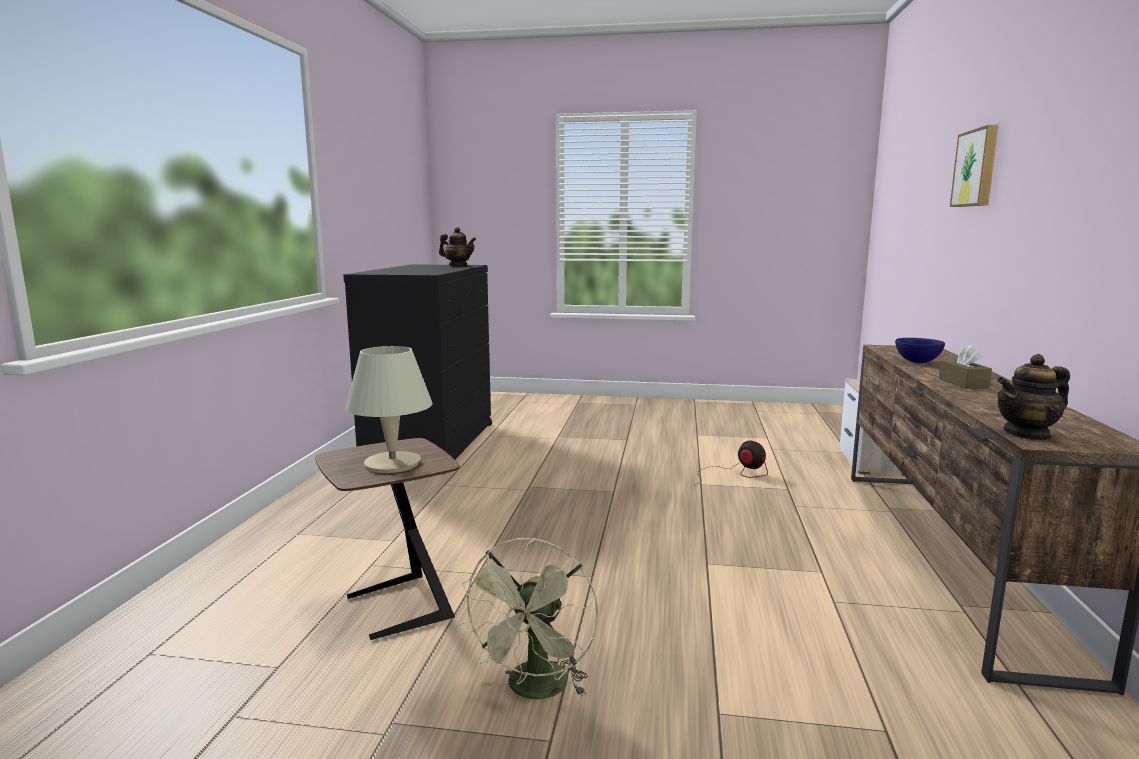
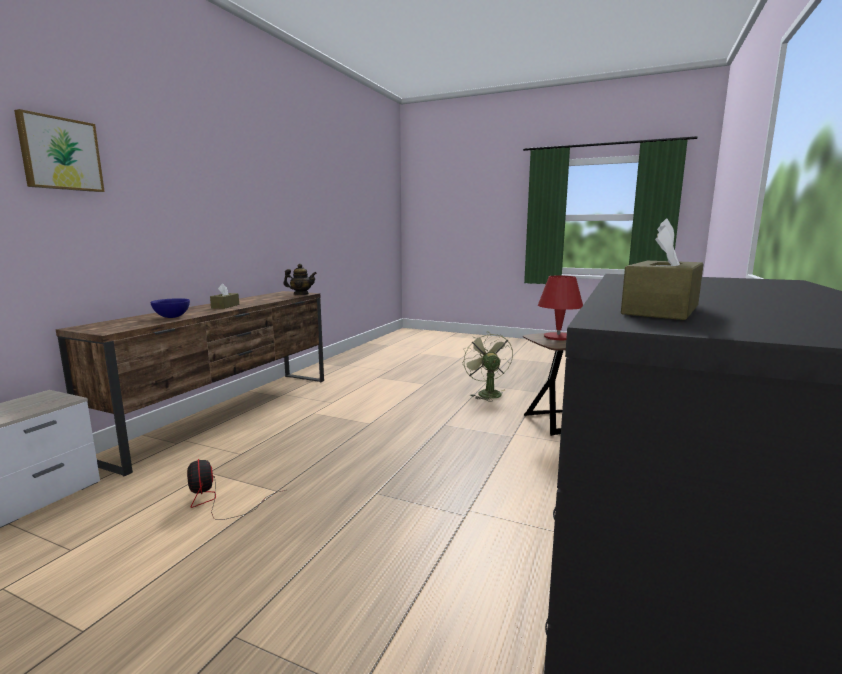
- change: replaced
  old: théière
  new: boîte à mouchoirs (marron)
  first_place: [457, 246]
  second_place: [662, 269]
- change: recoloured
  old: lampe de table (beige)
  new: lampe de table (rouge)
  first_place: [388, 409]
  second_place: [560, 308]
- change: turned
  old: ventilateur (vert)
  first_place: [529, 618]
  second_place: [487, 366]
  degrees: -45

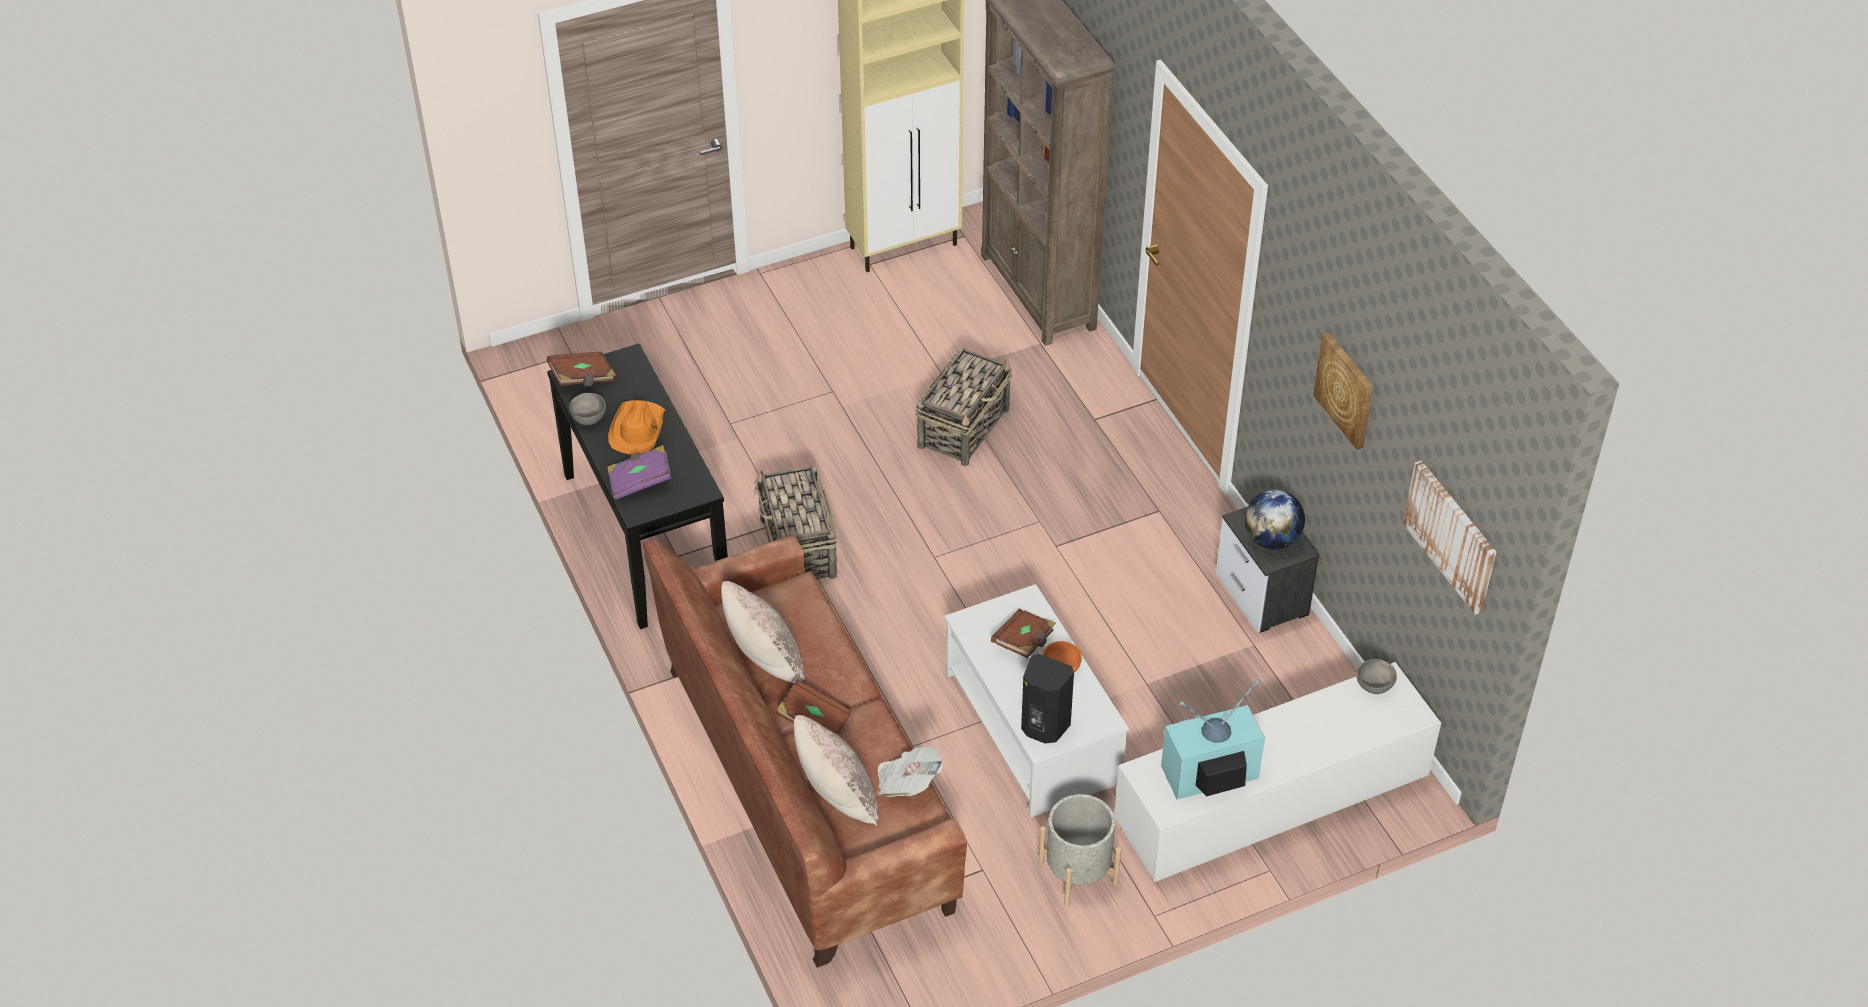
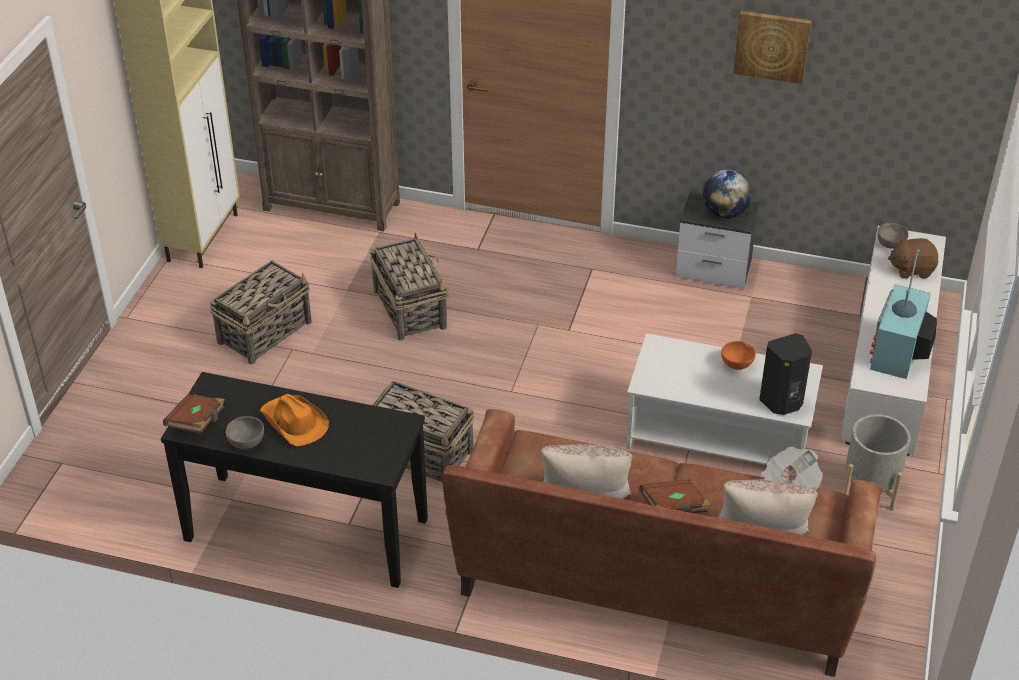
- change: removed
  old: livre (violet)
  first_place: [639, 472]
- change: removed
  old: tableau
  first_place: [1450, 537]
- change: removed
  old: livre (marron)
  first_place: [1023, 633]
- change: added
  new: peluche (marron)
  second_place: [913, 257]
- change: added
  new: panier
  second_place: [261, 312]

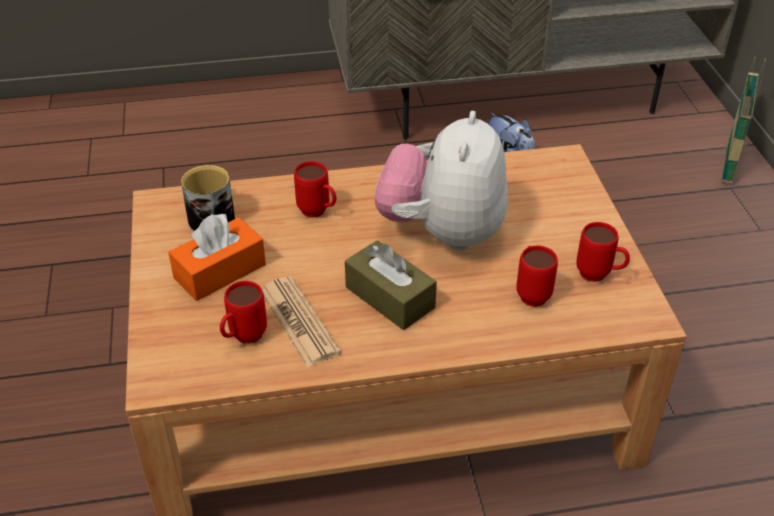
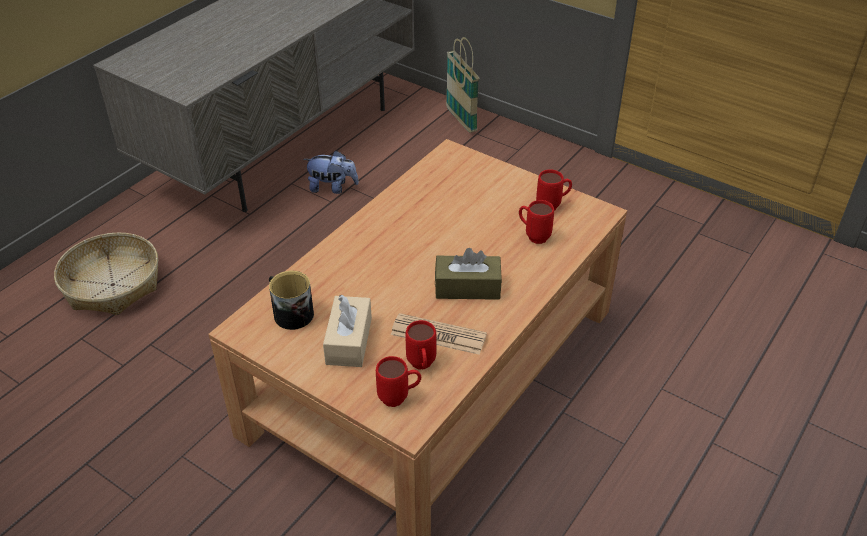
- change: removed
  old: peluche
  first_place: [441, 180]
- change: moved
  old: mug (rouge)
  first_place: [315, 189]
  second_place: [398, 381]
- change: recoloured
  old: boîte à mouchoirs (orange)
  new: boîte à mouchoirs (beige)
  first_place: [217, 257]
  second_place: [347, 331]
- change: added
  new: panier
  second_place: [106, 274]

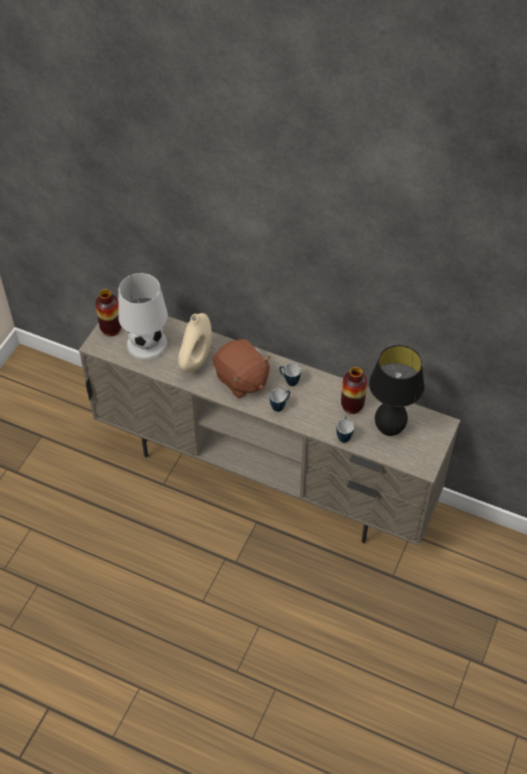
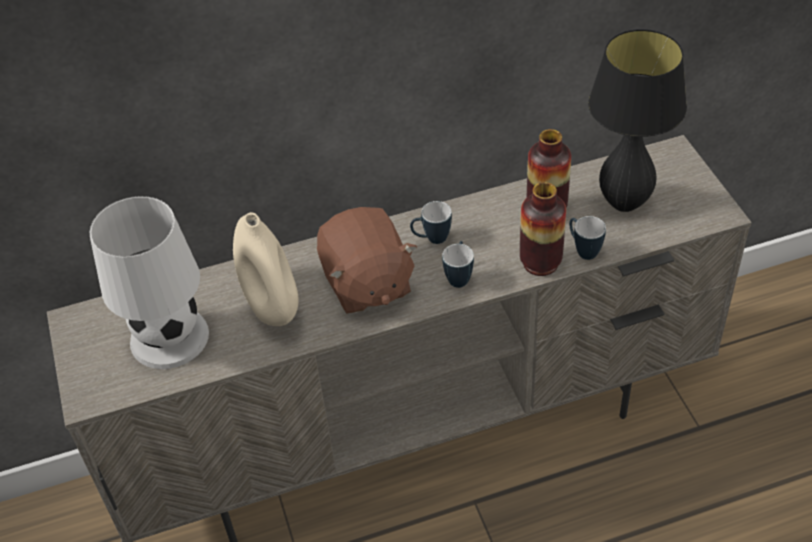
- change: moved
  old: vase
  first_place: [108, 312]
  second_place: [543, 229]
- change: turned
  old: peluche (marron)
  first_place: [242, 368]
  second_place: [367, 260]
  degrees: 60

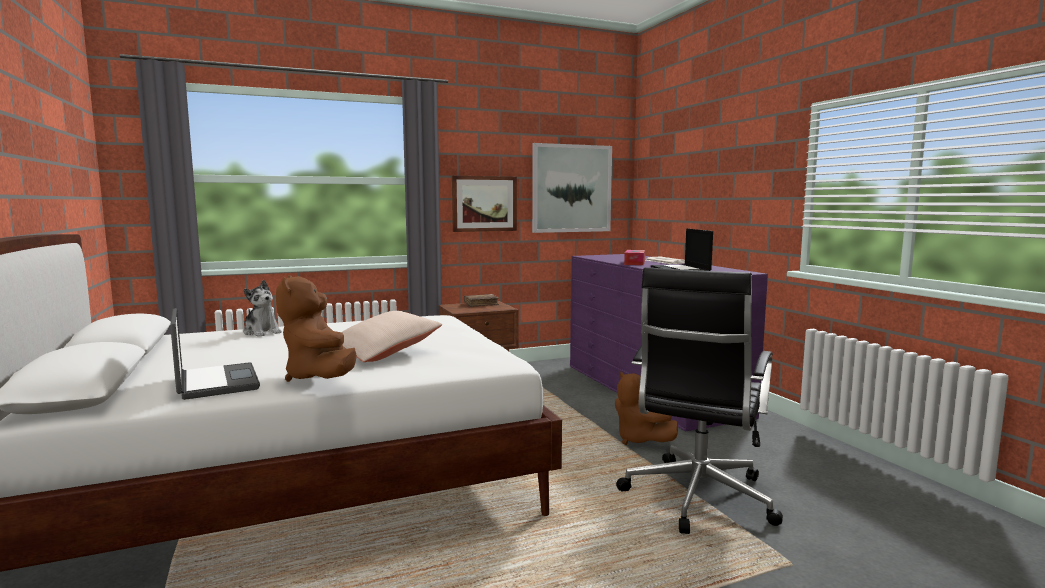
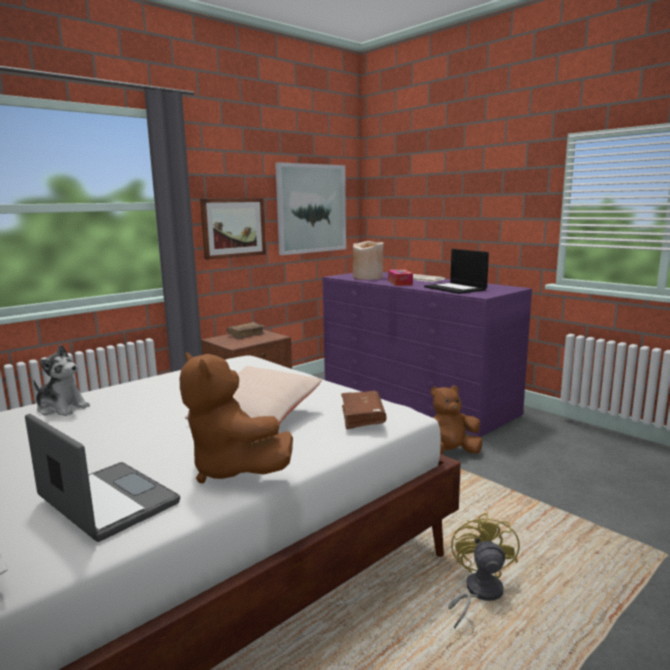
- change: removed
  old: chaise de bureau (noir)
  first_place: [699, 400]
- change: turned
  old: peluche (marron)
  first_place: [646, 408]
  second_place: [456, 420]
  degrees: 120
- change: added
  new: vase (beige)
  second_place: [368, 260]
- change: added
  new: livre (marron)
  second_place: [363, 410]
- change: added
  new: ventilateur (jaune)
  second_place: [484, 571]

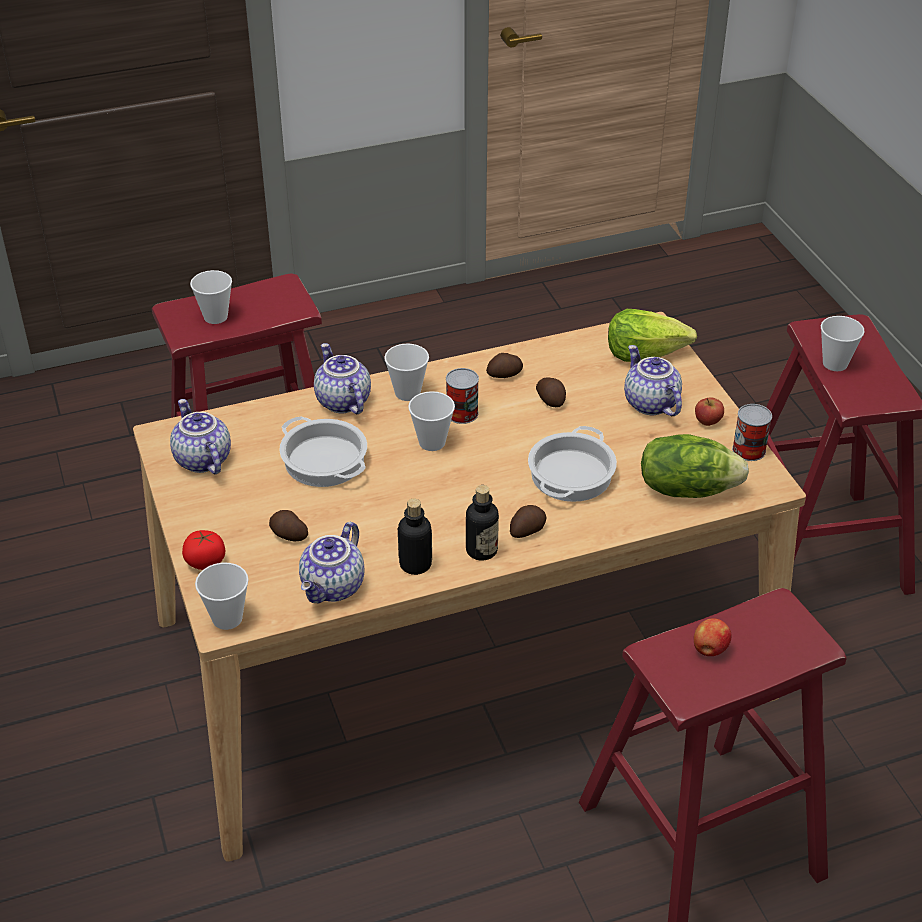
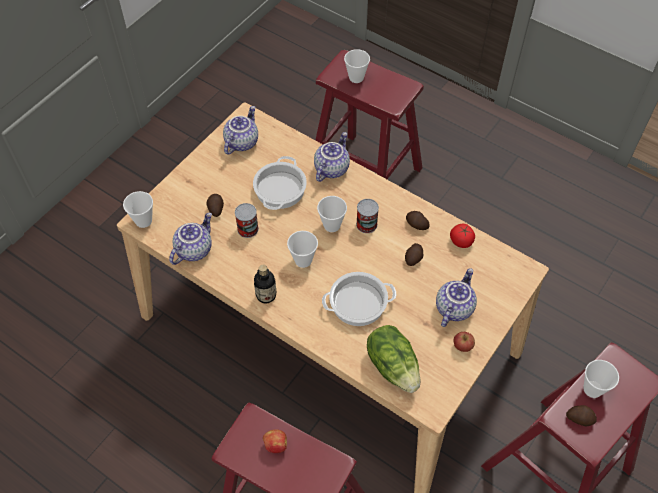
- change: removed
  old: laitue
  first_place: [652, 335]
- change: moved
  old: tasse
  first_place: [406, 372]
  second_place: [302, 249]
- change: moved
  old: boîte métallique
  first_place: [752, 432]
  second_place: [247, 220]
- change: removed
  old: bouteille
  first_place: [415, 537]
- change: moved
  old: pomme de terre
  first_place: [528, 521]
  second_place: [581, 415]
- change: turned
  old: théière
  first_place: [331, 562]
  second_place: [190, 239]
  degrees: 135
- change: moved
  old: tomate
  first_place: [203, 550]
  second_place: [462, 236]

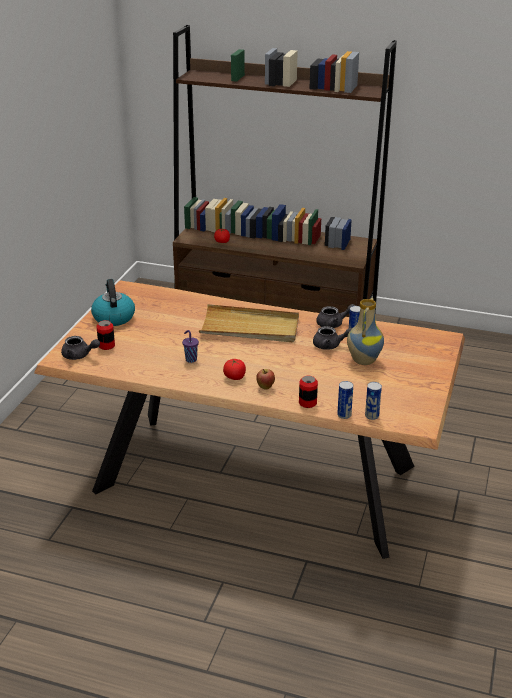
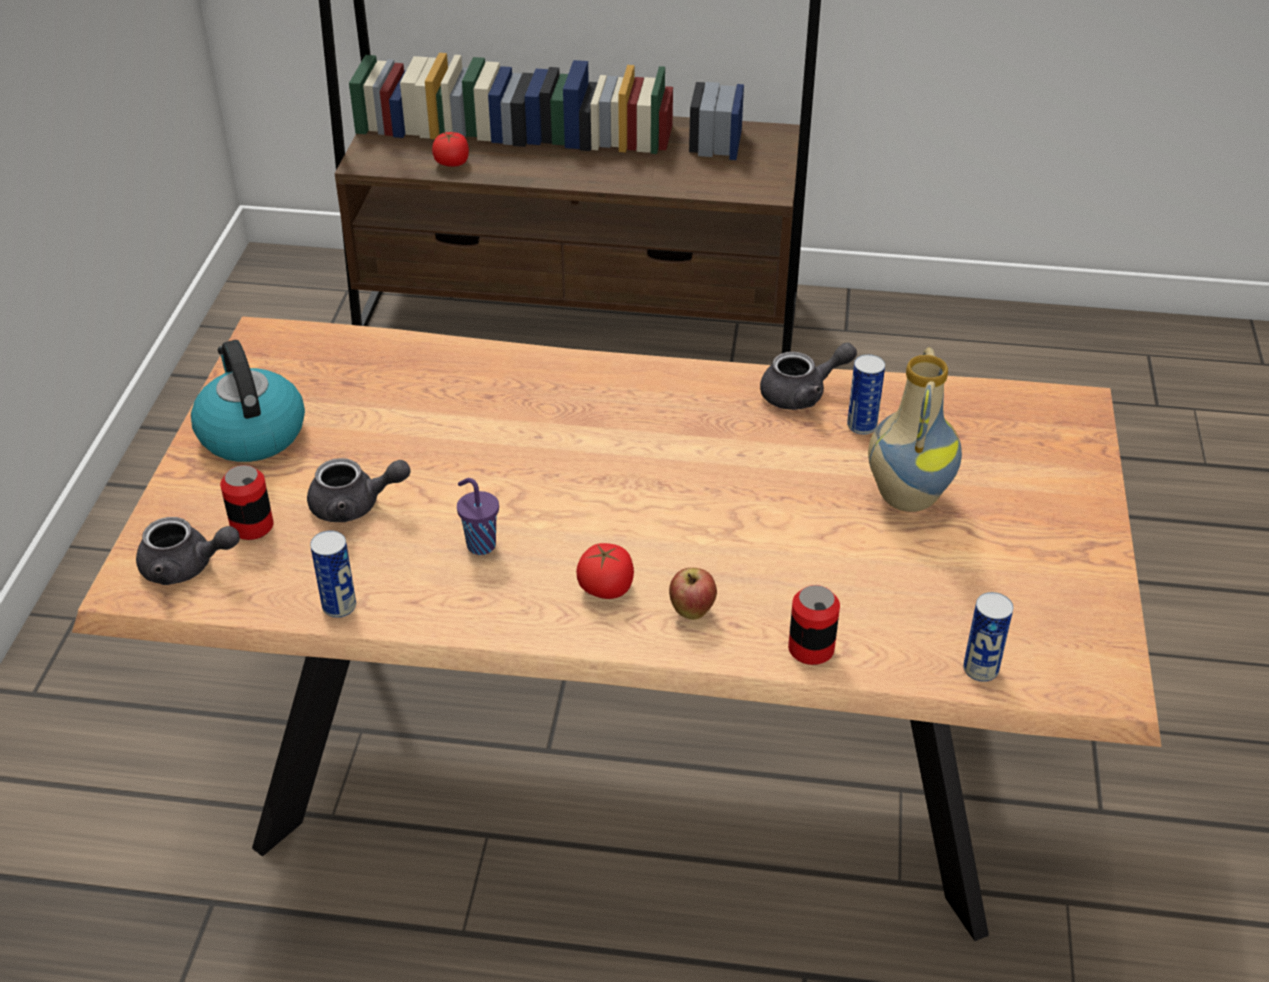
- change: removed
  old: plateau (beige)
  first_place: [249, 323]
- change: moved
  old: théière (gris)
  first_place: [332, 338]
  second_place: [359, 490]
- change: moved
  old: boîte métallique
  first_place: [345, 400]
  second_place: [333, 574]

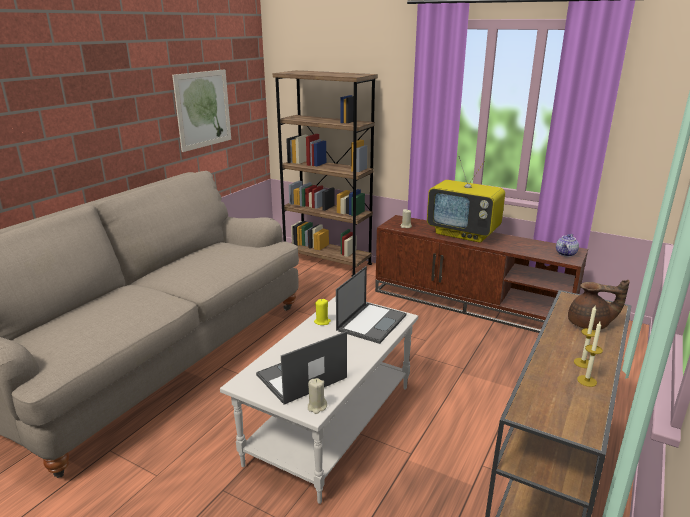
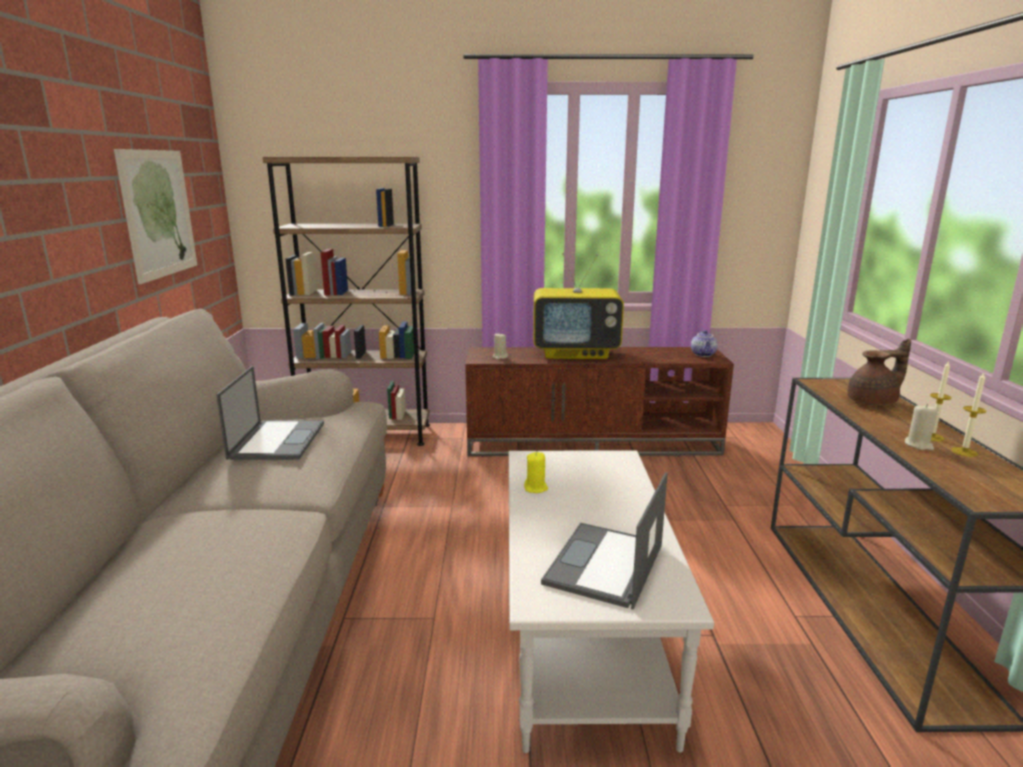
- change: moved
  old: ordinateur portable
  first_place: [371, 305]
  second_place: [270, 413]
- change: moved
  old: bougie (beige)
  first_place: [317, 396]
  second_place: [921, 427]

